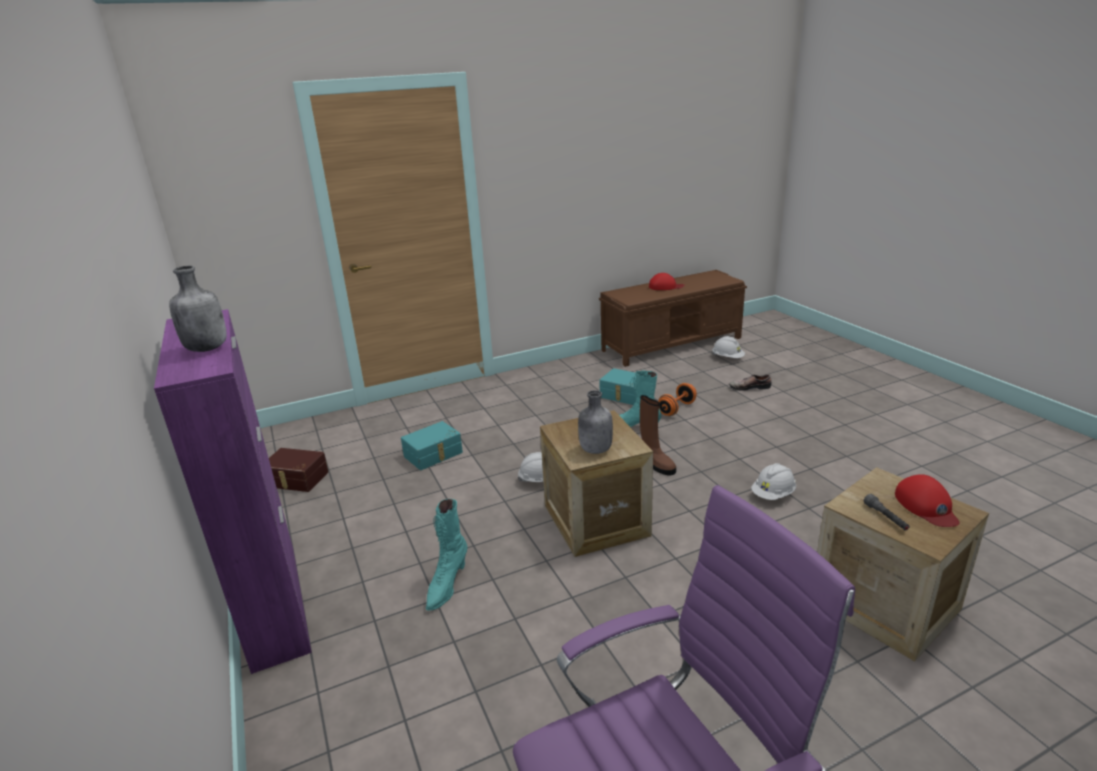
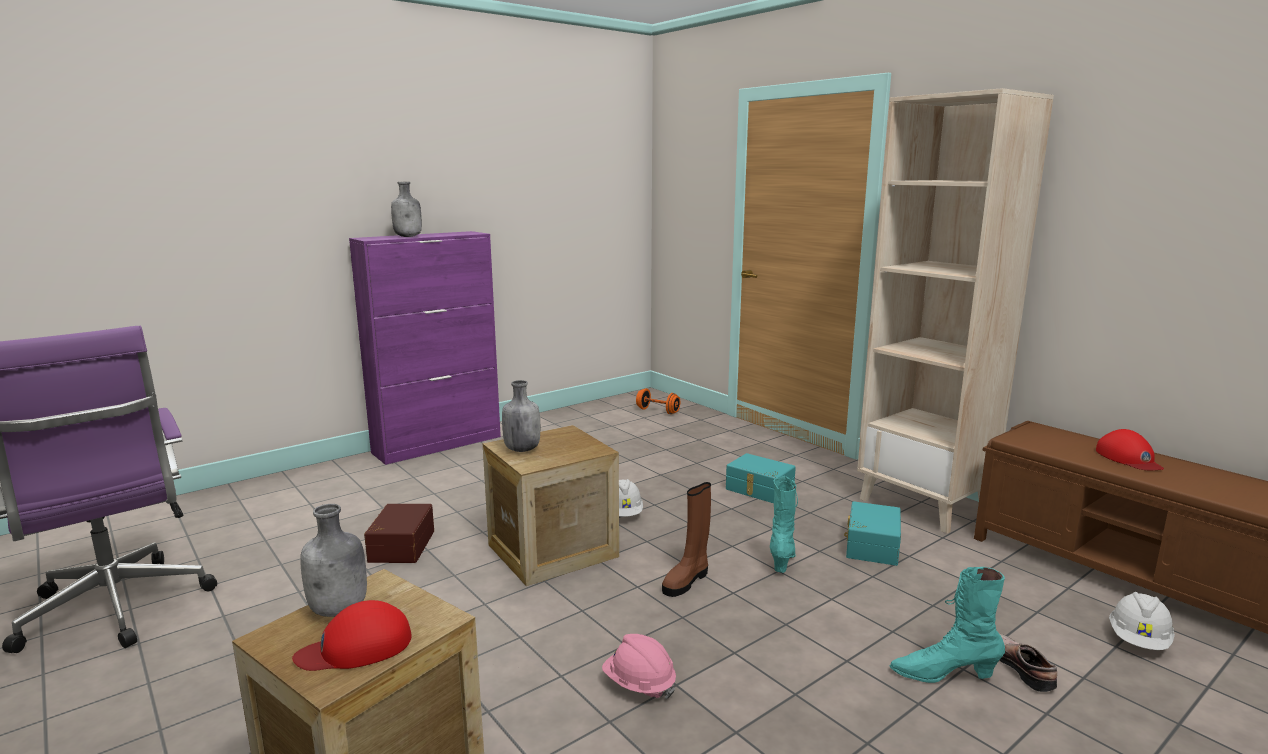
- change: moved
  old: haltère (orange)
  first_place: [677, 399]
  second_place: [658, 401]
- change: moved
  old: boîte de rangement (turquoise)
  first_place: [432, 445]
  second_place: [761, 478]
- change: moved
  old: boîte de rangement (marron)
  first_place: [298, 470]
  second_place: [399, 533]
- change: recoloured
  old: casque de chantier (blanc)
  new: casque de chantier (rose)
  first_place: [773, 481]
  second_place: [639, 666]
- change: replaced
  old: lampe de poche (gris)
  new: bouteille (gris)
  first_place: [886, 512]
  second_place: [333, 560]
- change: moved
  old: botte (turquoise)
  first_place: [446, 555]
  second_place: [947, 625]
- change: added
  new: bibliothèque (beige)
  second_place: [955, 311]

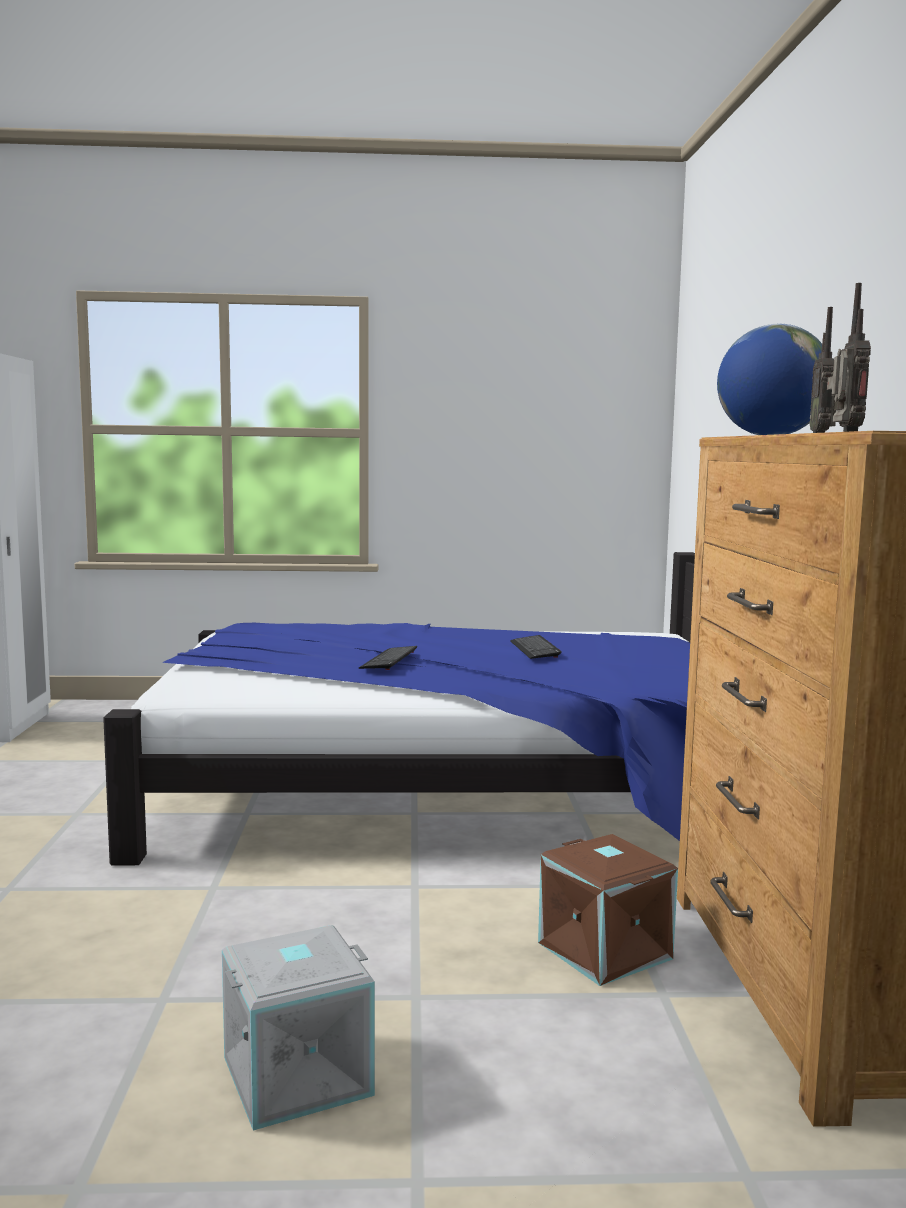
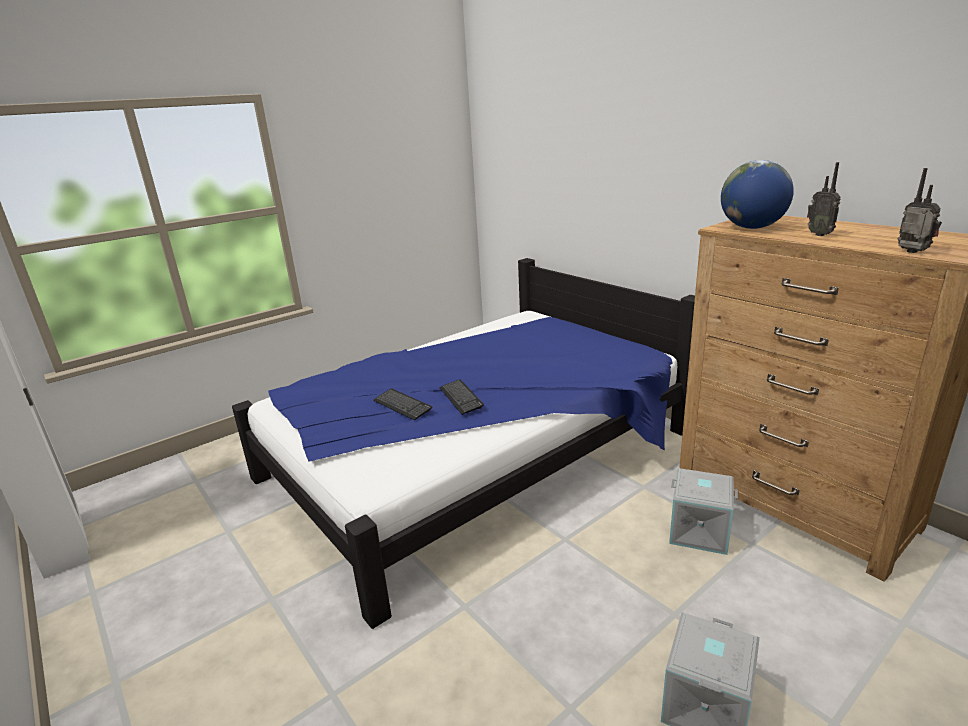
- change: moved
  old: clavier
  first_place: [536, 647]
  second_place: [402, 404]
- change: recoloured
  old: boîte de rangement (marron)
  new: boîte de rangement (gris)
  first_place: [608, 910]
  second_place: [703, 511]

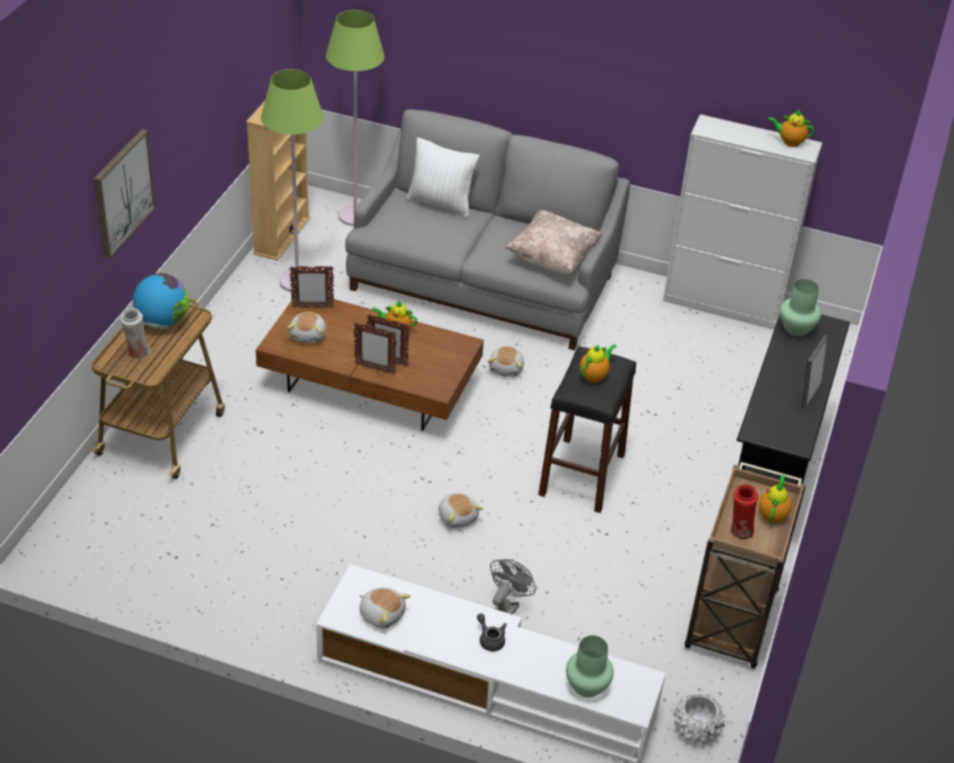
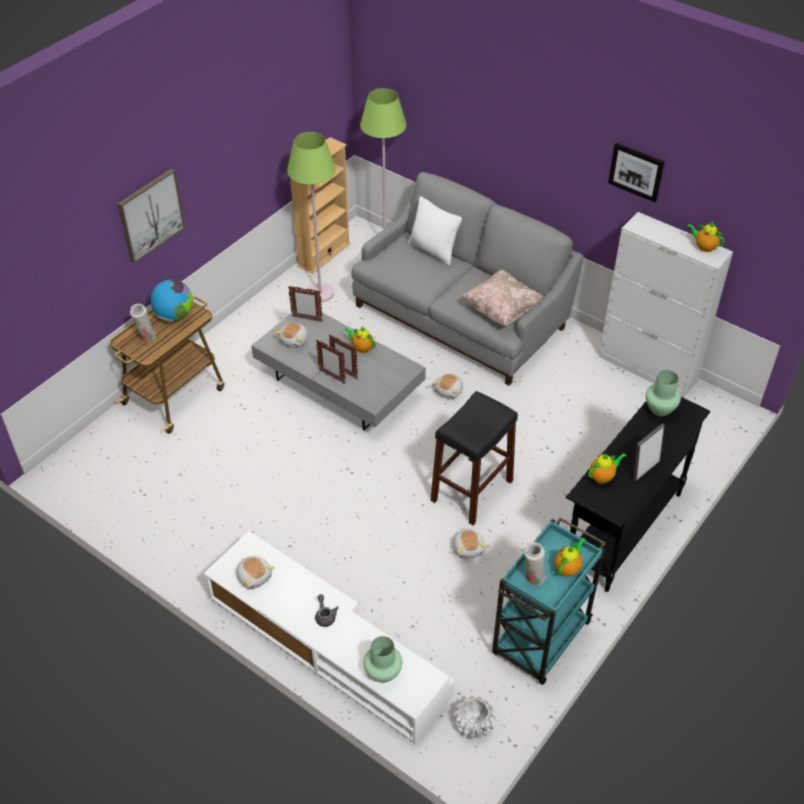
- change: recoloured
  old: table basse (marron)
  new: table basse (gris)
  first_place: [370, 363]
  second_place: [338, 371]
- change: moved
  old: théière
  first_place: [598, 363]
  second_place: [607, 468]
- change: recoloured
  old: chariot (marron)
  new: chariot (turquoise)
  first_place: [745, 565]
  second_place: [549, 601]
- change: recoloured
  old: vase (rouge)
  new: vase (blanc)
  first_place: [745, 512]
  second_place: [535, 564]
- change: moved
  old: peluche
  first_place: [461, 511]
  second_place: [470, 543]
- change: removed
  old: ventilateur (gris)
  first_place: [513, 587]
- change: added
  new: tableau
  second_place: [636, 172]

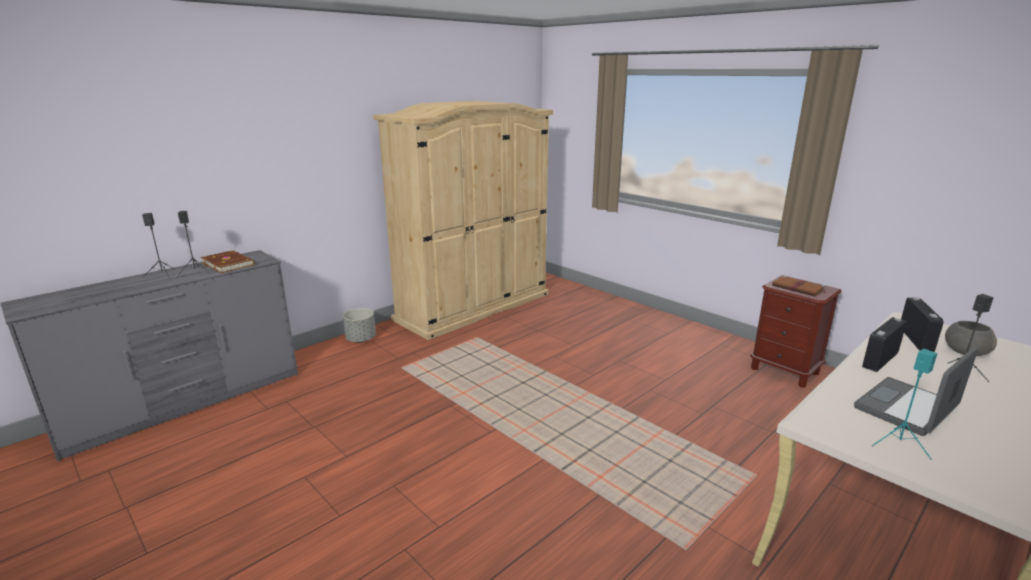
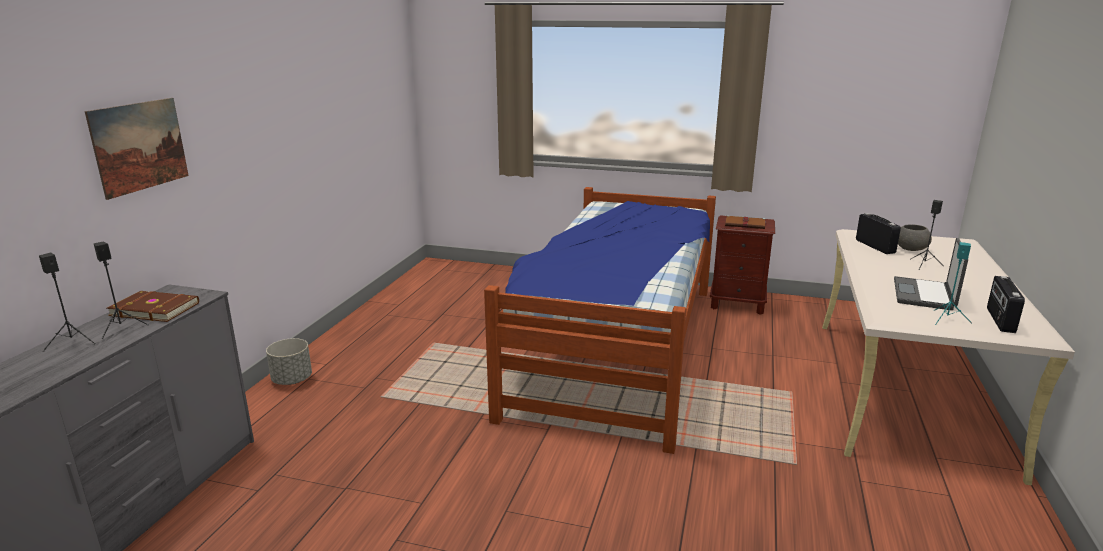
- change: removed
  old: armoire (beige)
  first_place: [463, 220]
- change: moved
  old: radio
  first_place: [884, 344]
  second_place: [1006, 304]
- change: added
  new: tableau
  second_place: [137, 149]
- change: added
  new: lit
  second_place: [600, 320]

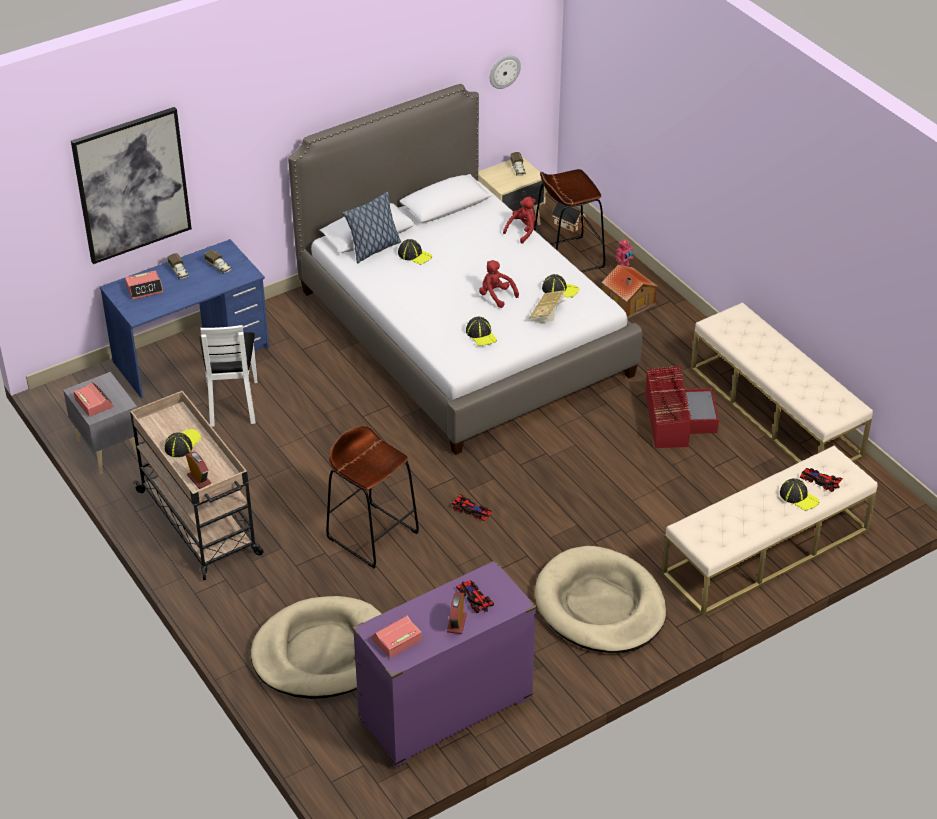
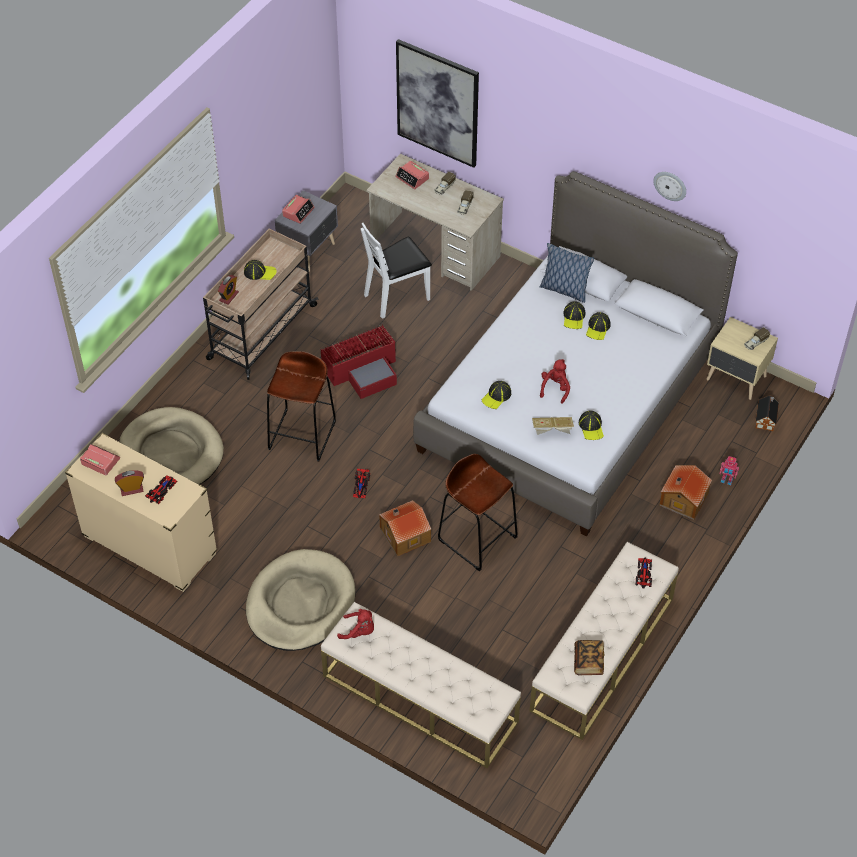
- change: moved
  old: horloge murale
  first_place: [505, 72]
  second_place: [669, 186]
- change: moved
  old: tabouret (marron)
  first_place: [569, 220]
  second_place: [478, 512]
- change: moved
  old: peluche (rouge)
  first_place: [519, 220]
  second_place: [355, 624]
- change: recoloured
  old: bureau (bleu)
  new: bureau (beige)
  first_place: [184, 318]
  second_place: [435, 222]
- change: moved
  old: boîte de rangement (rouge)
  first_place: [682, 407]
  second_place: [358, 362]
- change: moved
  old: petite voiture
  first_place: [821, 480]
  second_place: [644, 573]
- change: moved
  old: casquette
  first_place: [799, 494]
  second_place: [598, 326]
- change: recoloured
  old: commode (violet)
  new: commode (beige)
  first_place: [444, 663]
  second_place: [141, 512]
- change: added
  new: maison miniature
  second_place: [405, 528]
- change: added
  new: livre
  second_place: [589, 657]

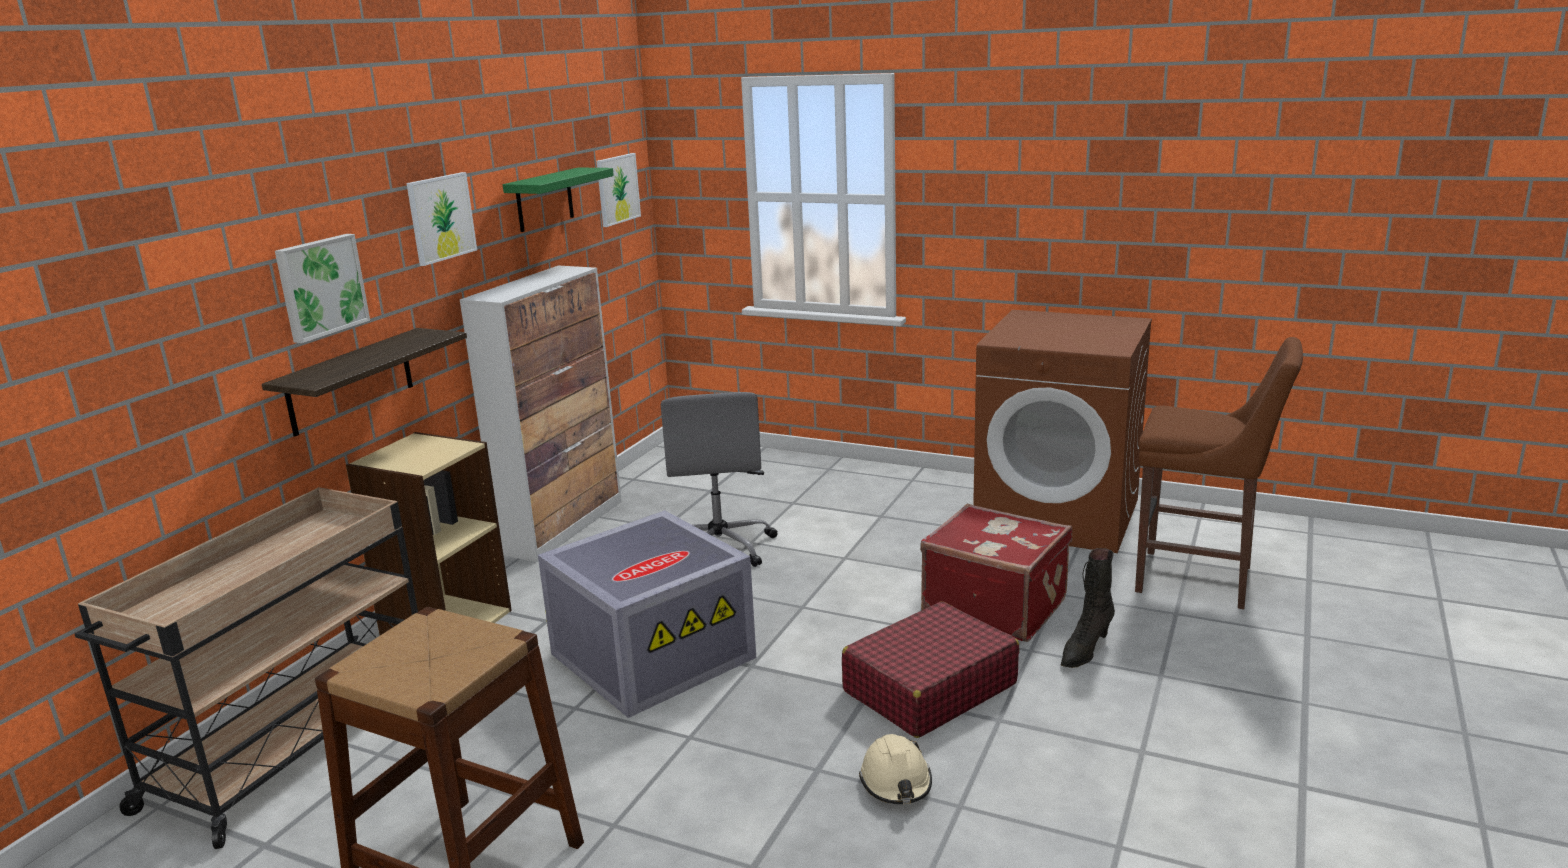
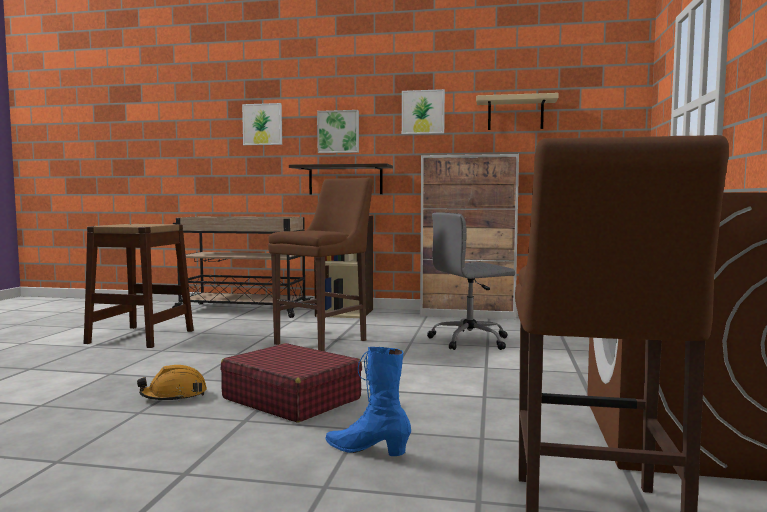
- change: moved
  old: tableau
  first_place: [619, 190]
  second_place: [262, 124]
- change: recoloured
  old: étagère (vert)
  new: étagère (beige)
  first_place: [558, 200]
  second_place: [517, 111]
- change: removed
  old: valise (rouge)
  first_place: [996, 573]
- change: replaced
  old: boîte de rangement (gris)
  new: tabouret (marron)
  first_place: [647, 614]
  second_place: [320, 264]
- change: recoloured
  old: botte (noir)
  new: botte (bleu)
  first_place: [1088, 608]
  second_place: [368, 401]
- change: recoloured
  old: casque de chantier (beige)
  new: casque de chantier (orange)
  first_place: [895, 769]
  second_place: [172, 383]

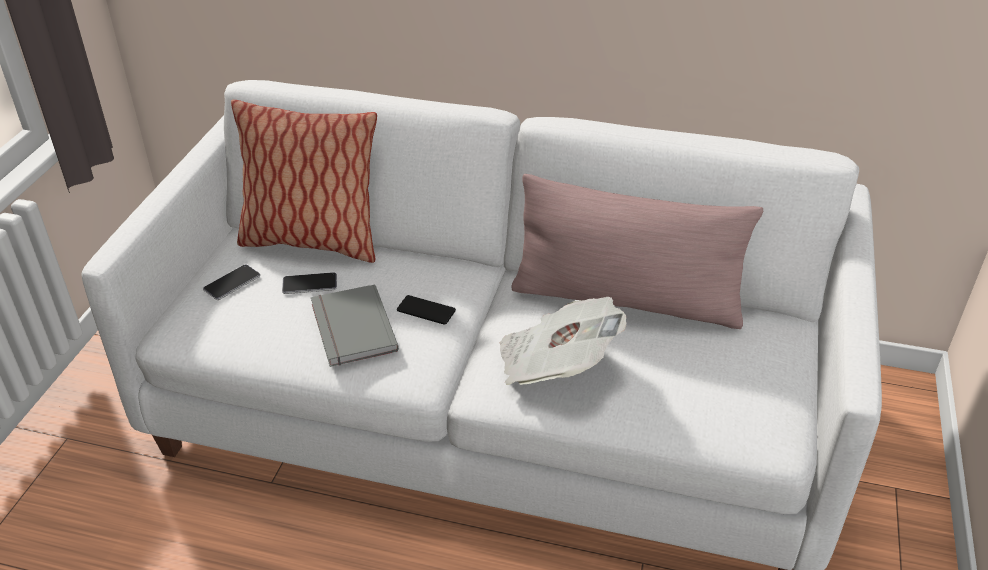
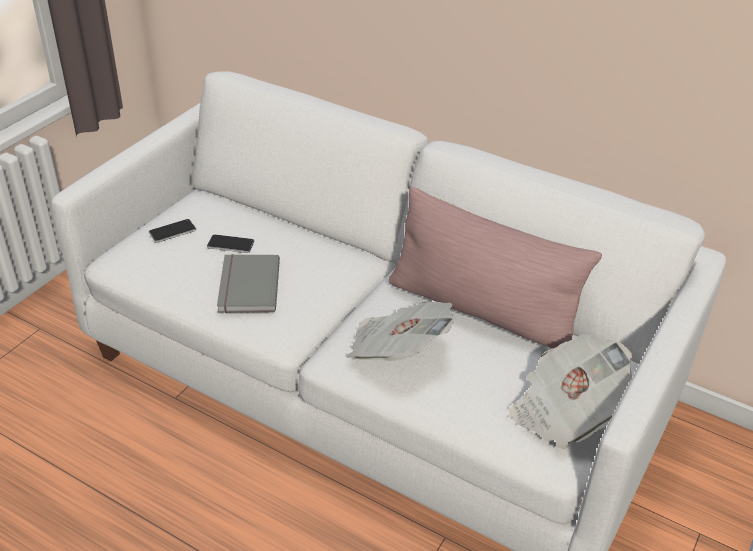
- change: removed
  old: coussin
  first_place: [304, 181]
- change: removed
  old: téléphone
  first_place: [426, 310]
- change: added
  new: journal
  second_place: [571, 391]

